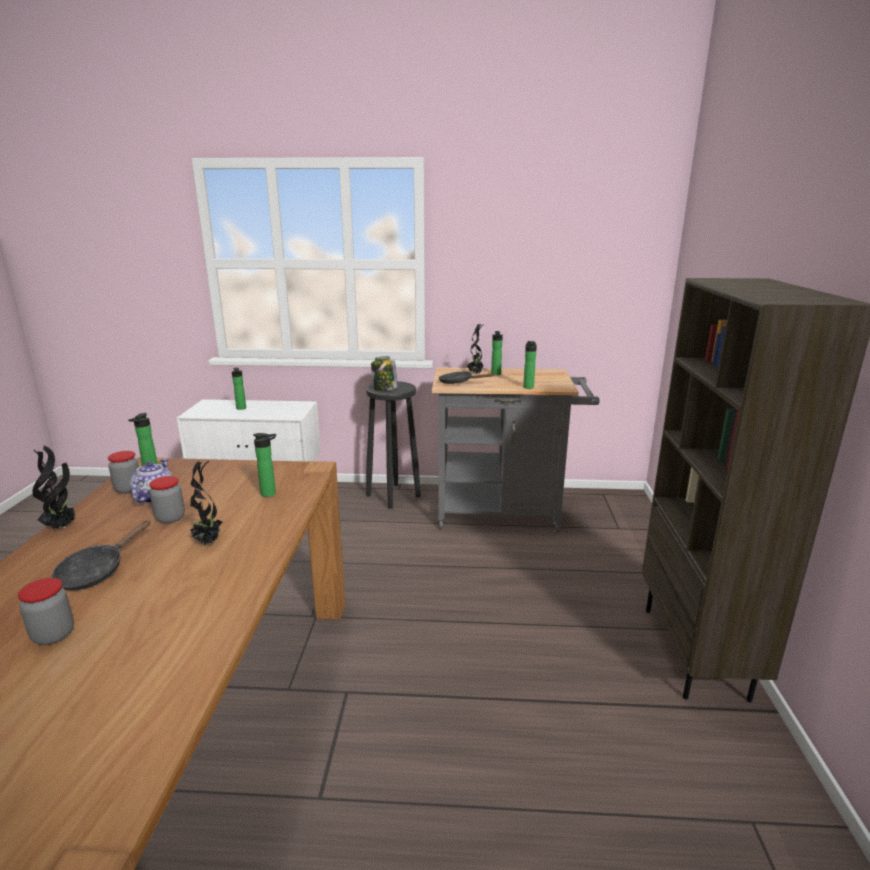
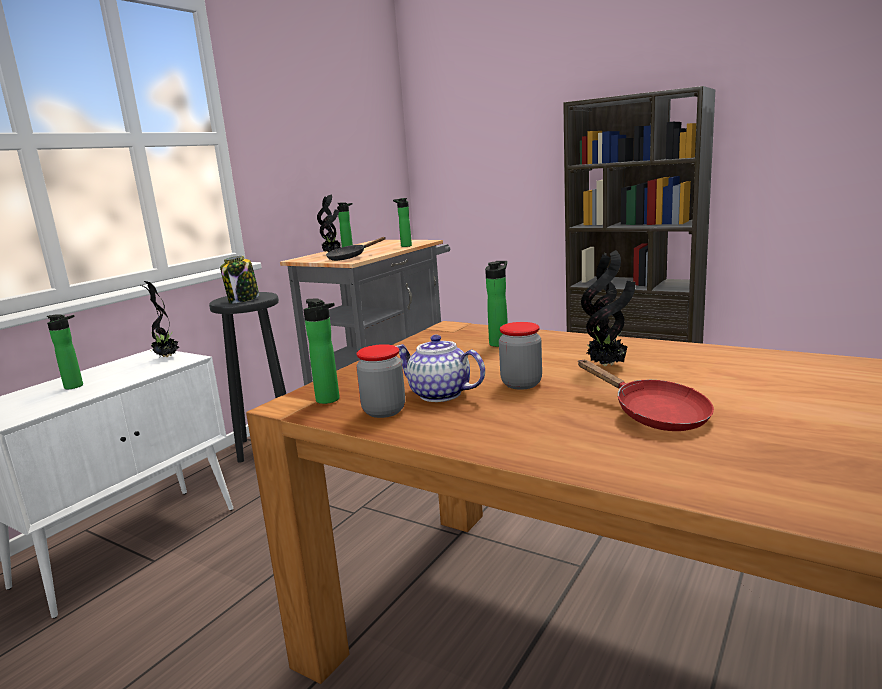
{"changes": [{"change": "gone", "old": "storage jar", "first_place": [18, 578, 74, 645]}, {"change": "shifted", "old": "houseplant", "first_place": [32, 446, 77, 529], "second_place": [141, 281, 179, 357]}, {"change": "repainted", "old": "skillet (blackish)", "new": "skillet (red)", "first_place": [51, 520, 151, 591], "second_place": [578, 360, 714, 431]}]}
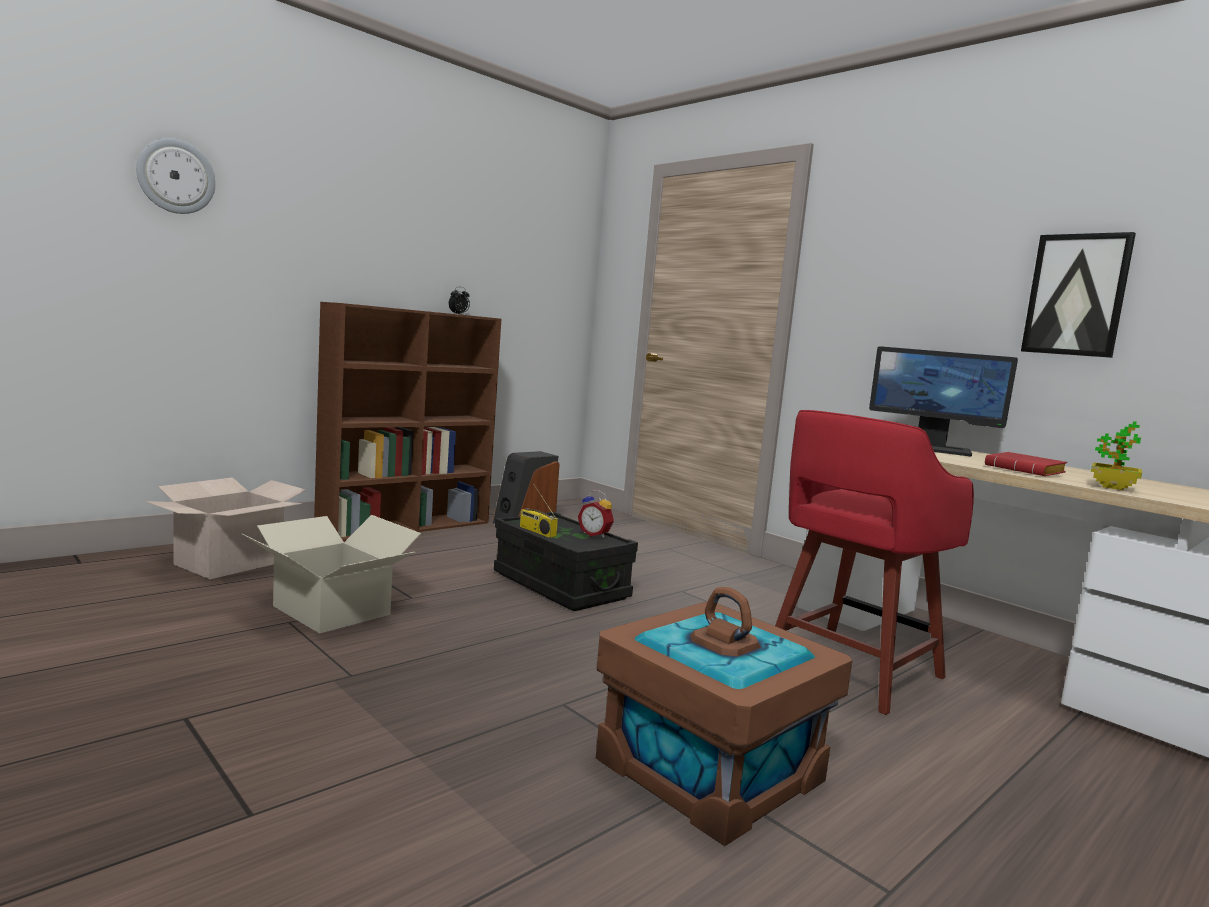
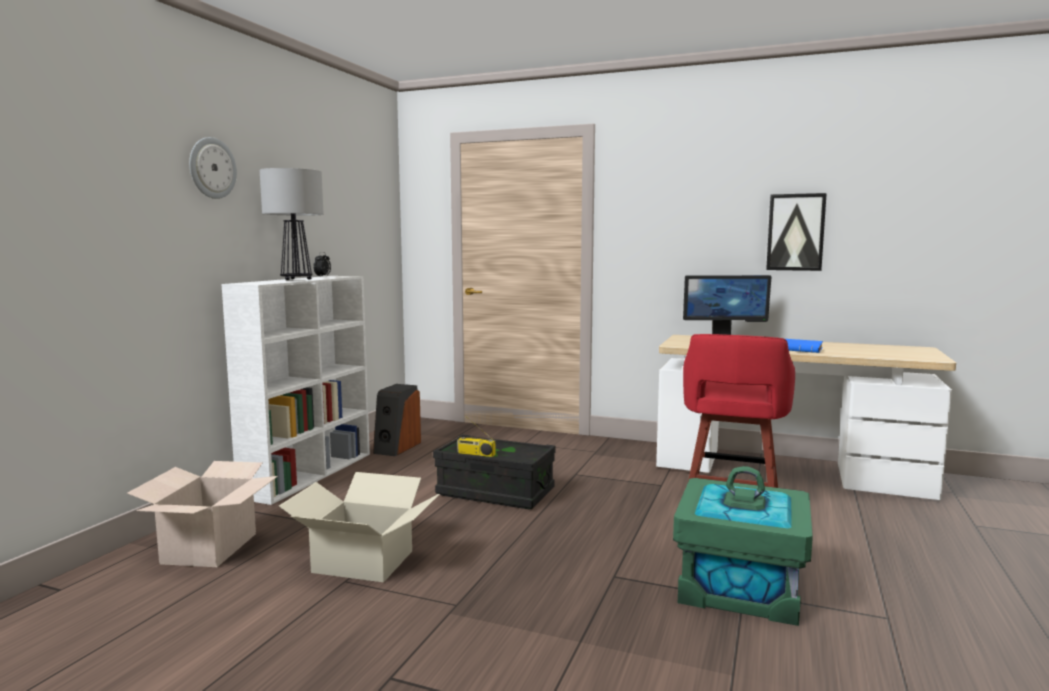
{"changes": [{"change": "shifted", "old": "wall clock", "first_place": [136, 138, 216, 214], "second_place": [189, 137, 237, 199]}, {"change": "repainted", "old": "shelving unit (brownish)", "new": "shelving unit (whitish)", "first_place": [314, 302, 501, 542], "second_place": [222, 276, 370, 505]}, {"change": "gone", "old": "alarm clock", "first_place": [578, 490, 614, 538]}, {"change": "repainted", "old": "storage bin (brownish)", "new": "storage bin (green)", "first_place": [596, 587, 852, 846], "second_place": [673, 466, 813, 626]}, {"change": "repainted", "old": "bound book (red)", "new": "bound book (blue)", "first_place": [985, 452, 1067, 476], "second_place": [785, 339, 823, 353]}, {"change": "gone", "old": "houseplant", "first_place": [1091, 421, 1142, 490]}, {"change": "new", "new": "tabletop lamp", "second_place": [260, 168, 324, 280]}]}
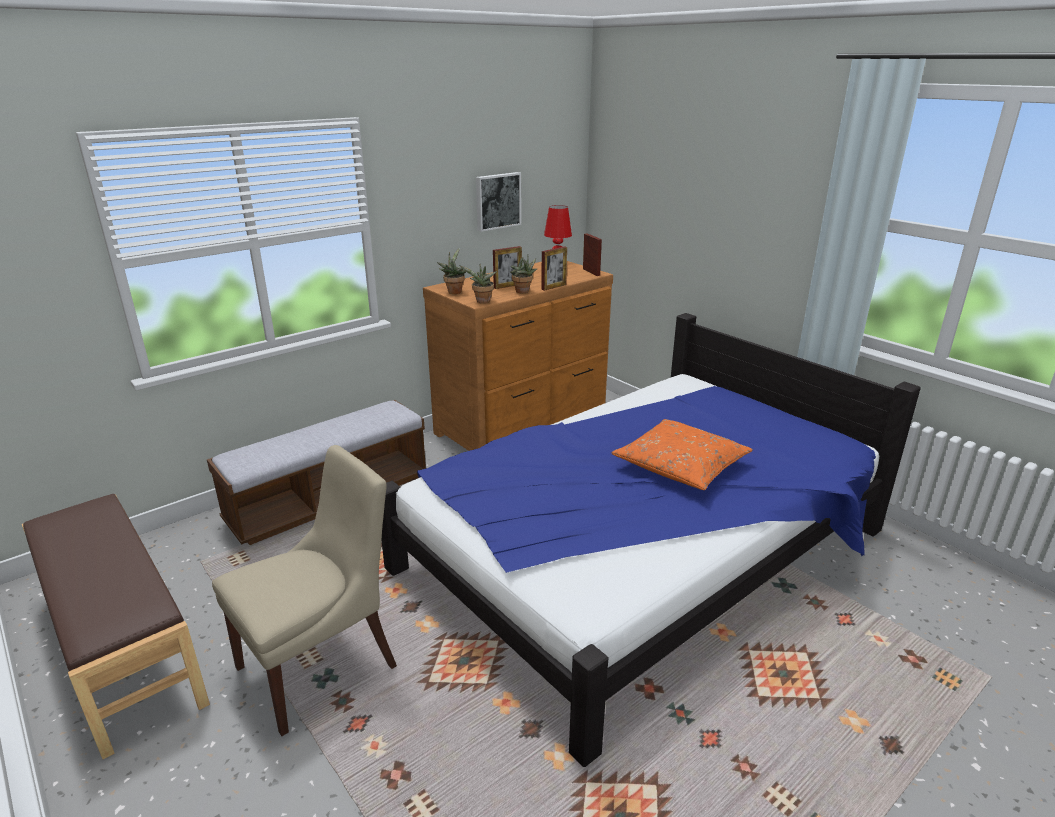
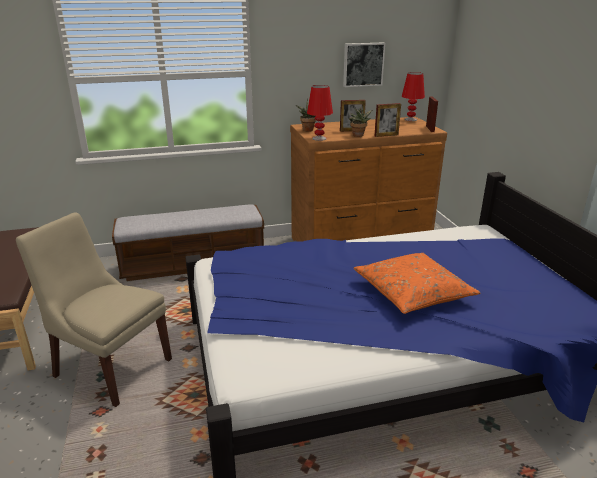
{"changes": [{"change": "rotated", "old": "upright chair (beige-coloured)", "first_place": [212, 445, 397, 736], "second_place": [16, 212, 172, 407], "degrees": -135}, {"change": "swapped", "old": "houseplant", "new": "tabletop lamp (red)", "first_place": [459, 264, 497, 303], "second_place": [307, 85, 333, 141]}]}
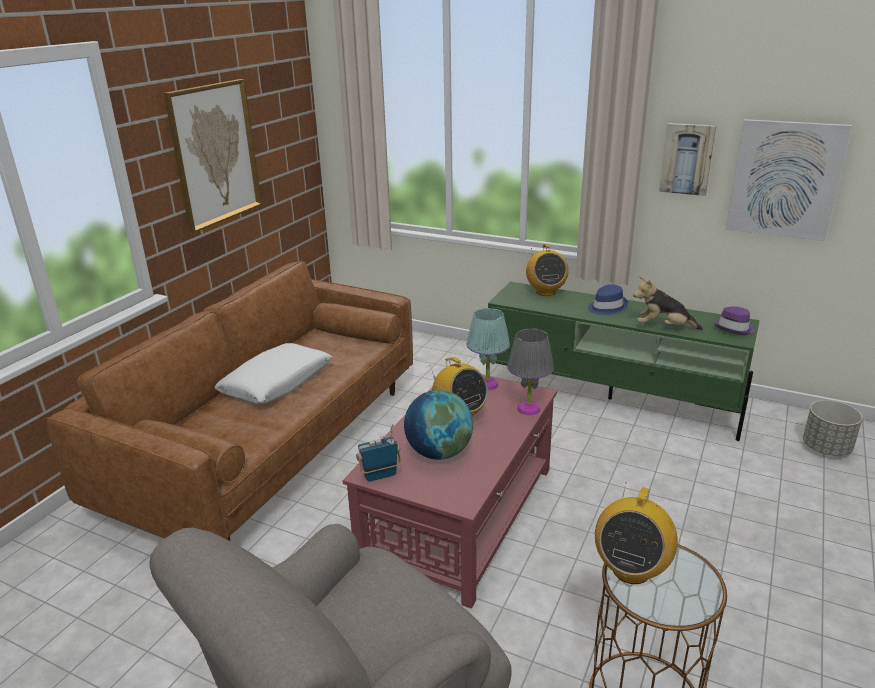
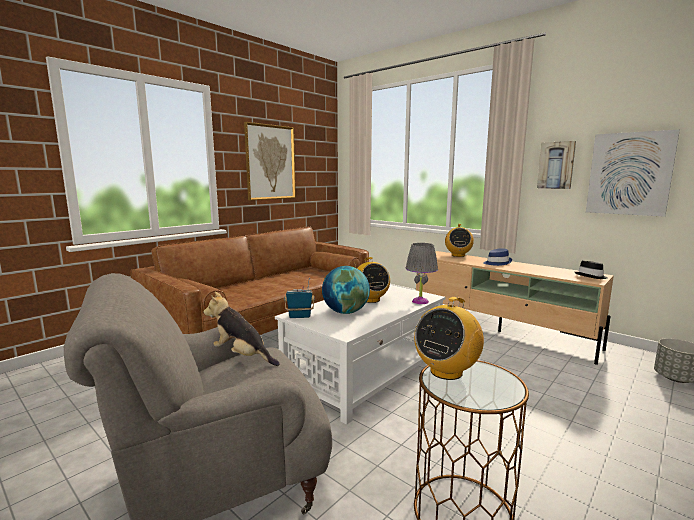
{"changes": [{"change": "gone", "old": "pillow (whitish)", "first_place": [215, 343, 332, 404]}, {"change": "repainted", "old": "low table (red)", "new": "low table (whitish)", "first_place": [342, 375, 557, 609], "second_place": [275, 285, 445, 425]}, {"change": "gone", "old": "tabletop lamp (turquoise-coloured)", "first_place": [467, 308, 510, 390]}, {"change": "repainted", "old": "tv stand (green)", "new": "tv stand (beige-coloured)", "first_place": [486, 282, 760, 441], "second_place": [416, 251, 614, 365]}, {"change": "shifted", "old": "cuddly toy", "first_place": [633, 276, 703, 330], "second_place": [204, 291, 280, 366]}, {"change": "repainted", "old": "hat (purple-coloured)", "new": "hat (blackish)", "first_place": [714, 306, 755, 335], "second_place": [575, 260, 608, 279]}]}
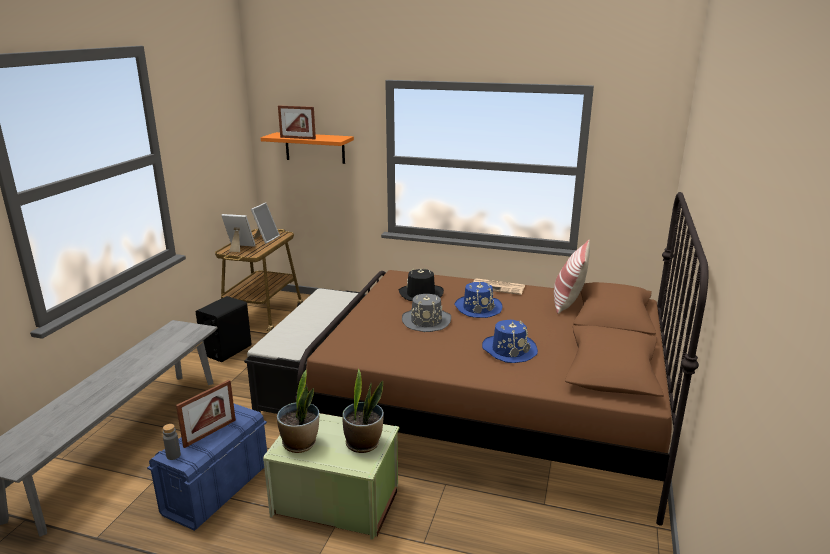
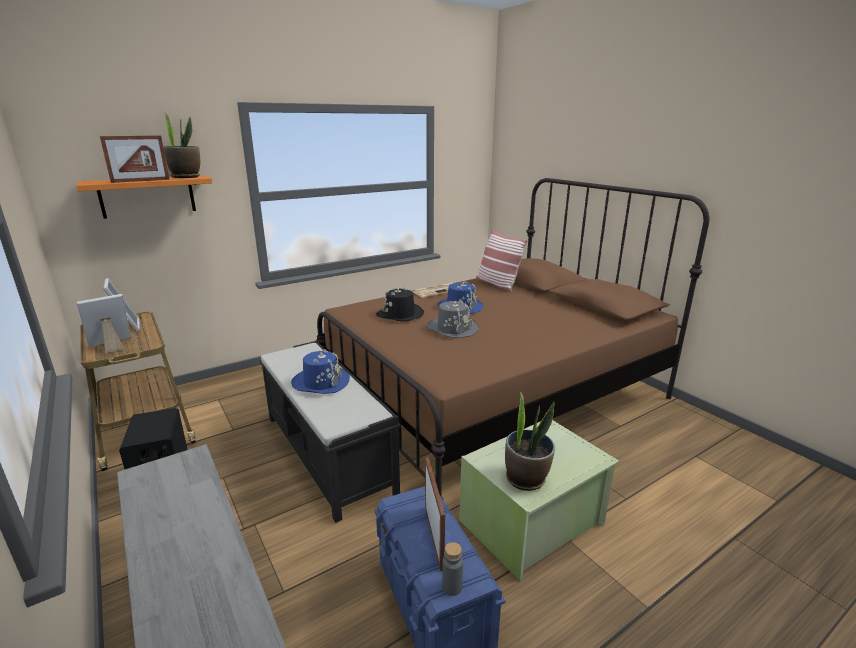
{"changes": [{"change": "shifted", "old": "houseplant", "first_place": [342, 368, 384, 453], "second_place": [163, 113, 200, 178]}, {"change": "shifted", "old": "hat (blue)", "first_place": [482, 320, 538, 363], "second_place": [291, 349, 350, 394]}]}
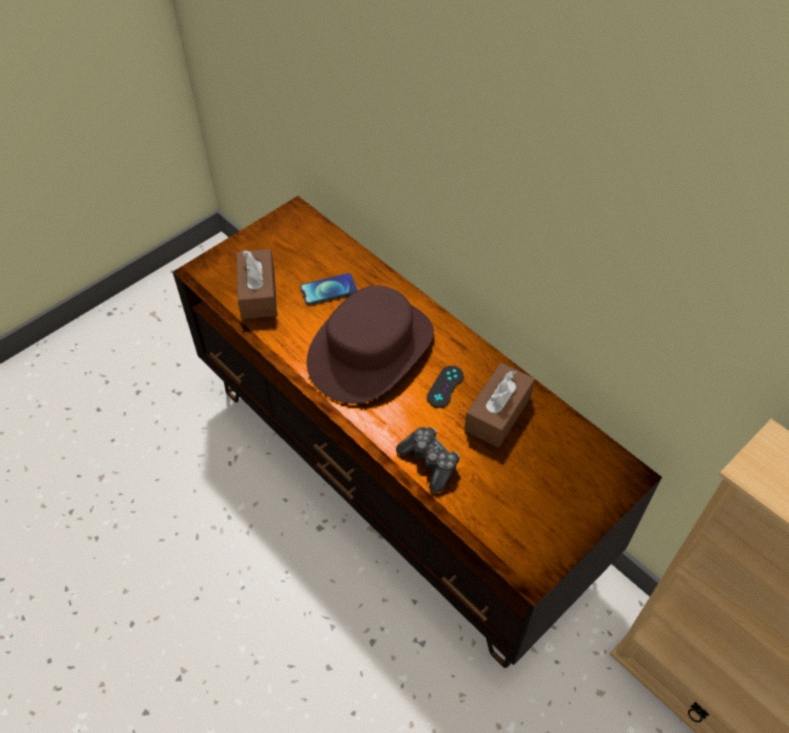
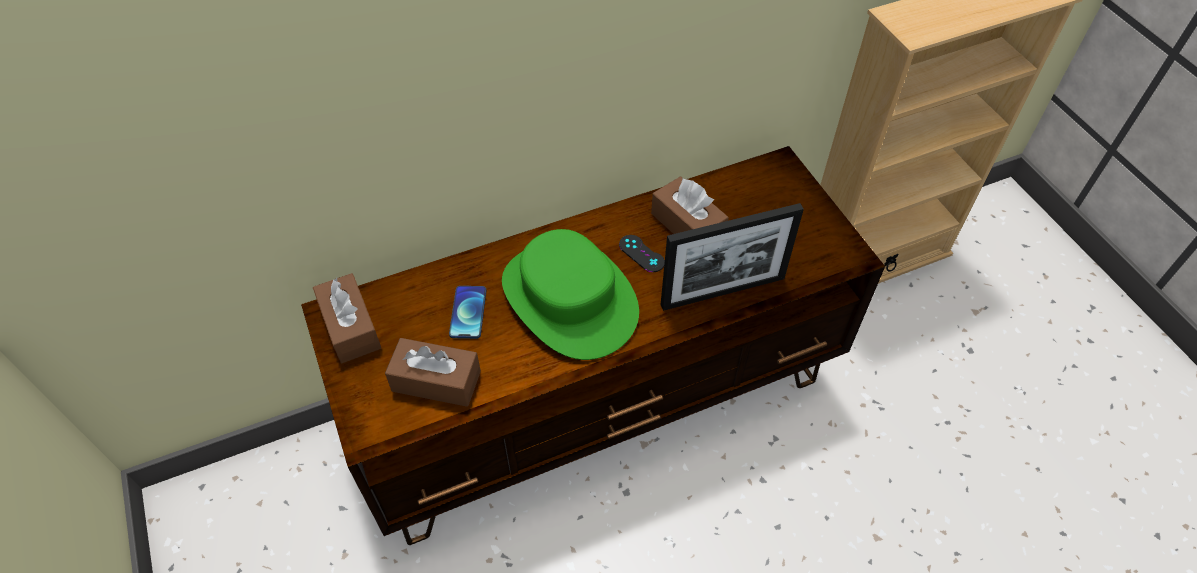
{"changes": [{"change": "repainted", "old": "hat (brownish)", "new": "hat (green)", "first_place": [307, 285, 434, 404], "second_place": [502, 229, 639, 360]}, {"change": "swapped", "old": "game controller", "new": "photo frame", "first_place": [396, 427, 460, 493], "second_place": [661, 203, 804, 311]}, {"change": "new", "new": "tissue box (brownish)", "second_place": [313, 273, 381, 363]}]}
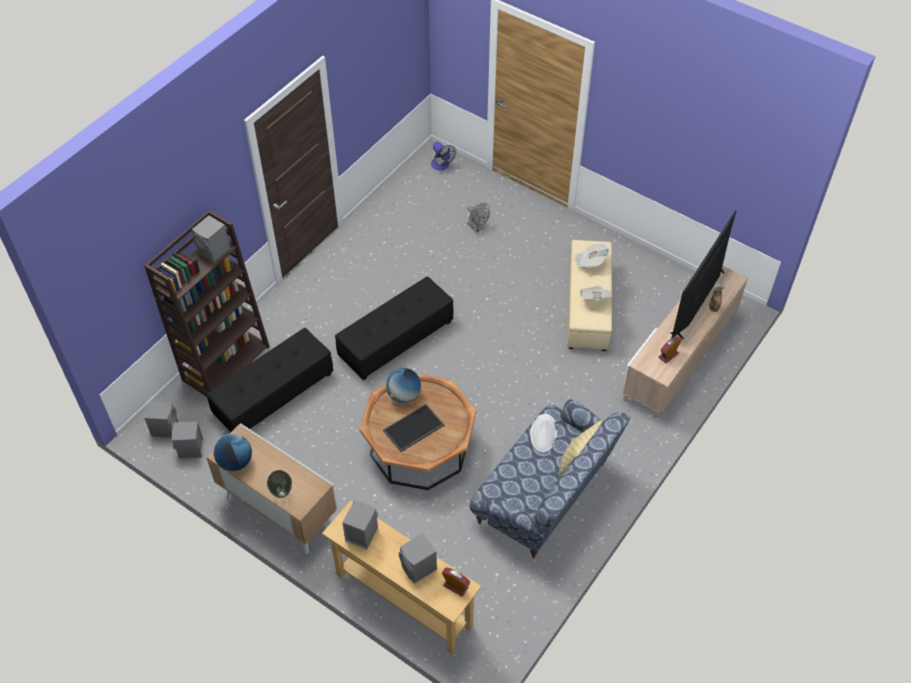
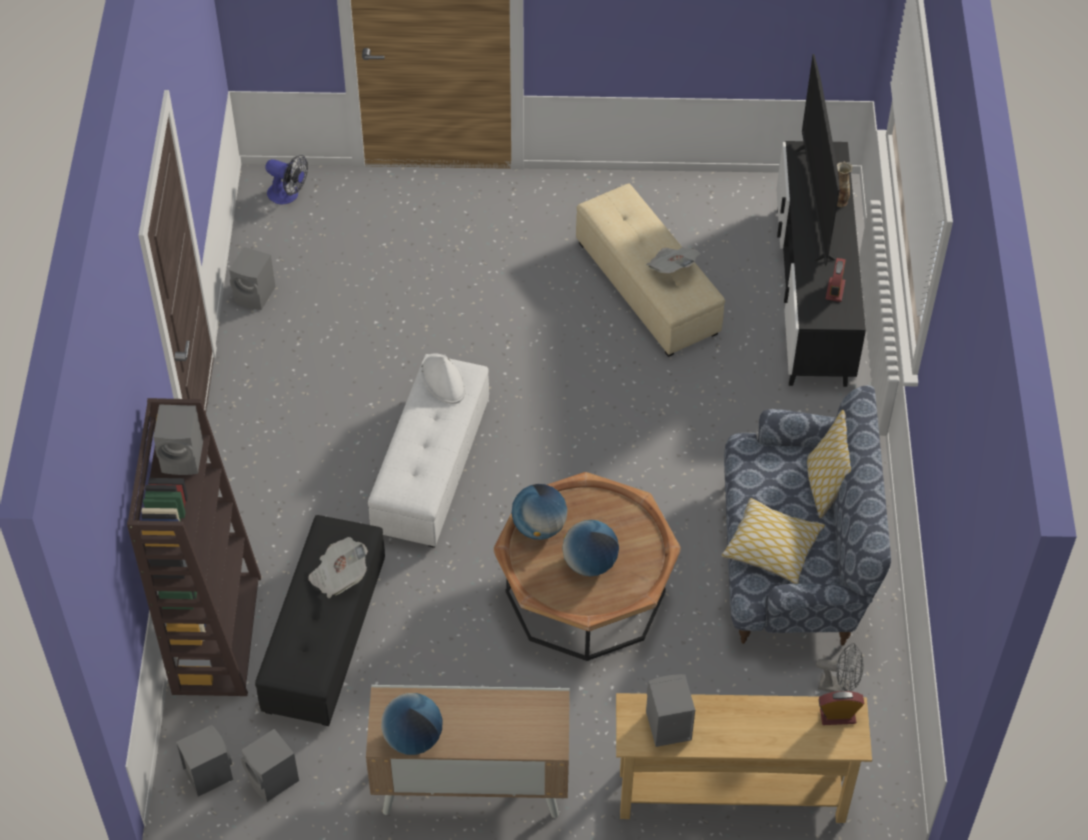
{"changes": [{"change": "gone", "old": "vase", "first_place": [267, 470, 292, 498]}, {"change": "repainted", "old": "footrest (blackish)", "new": "footrest (whitish)", "first_place": [335, 276, 453, 380], "second_place": [368, 354, 489, 548]}, {"change": "swapped", "old": "serving tray", "new": "world globe", "first_place": [383, 404, 444, 452], "second_place": [562, 520, 619, 576]}, {"change": "shifted", "old": "loudspeaker (gray)", "first_place": [399, 533, 437, 583], "second_place": [229, 247, 275, 310]}, {"change": "shifted", "old": "cooling fan (gray)", "first_place": [467, 203, 490, 232], "second_place": [816, 643, 864, 692]}, {"change": "shifted", "old": "hat (whitish)", "first_place": [530, 414, 557, 453], "second_place": [421, 354, 466, 404]}, {"change": "shifted", "old": "newspaper", "first_place": [574, 244, 609, 269], "second_place": [308, 537, 368, 598]}, {"change": "repainted", "old": "tv stand (beige-coloured)", "new": "tv stand (blackish)", "first_place": [622, 266, 748, 419], "second_place": [777, 141, 866, 387]}, {"change": "new", "new": "pillow", "second_place": [721, 498, 825, 584]}]}
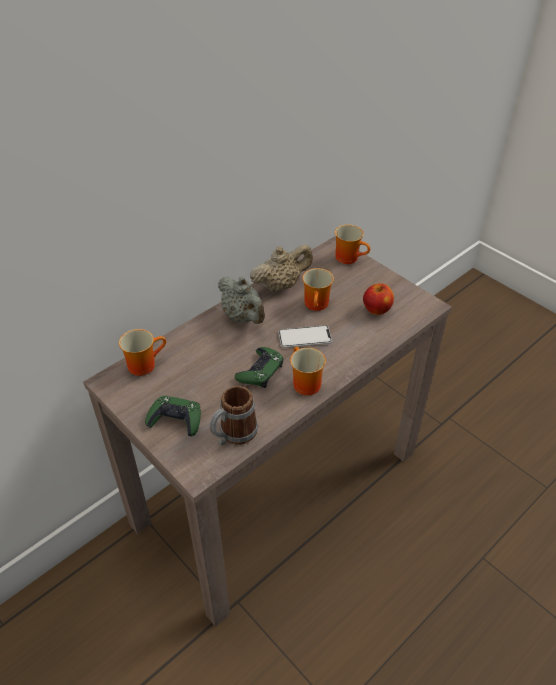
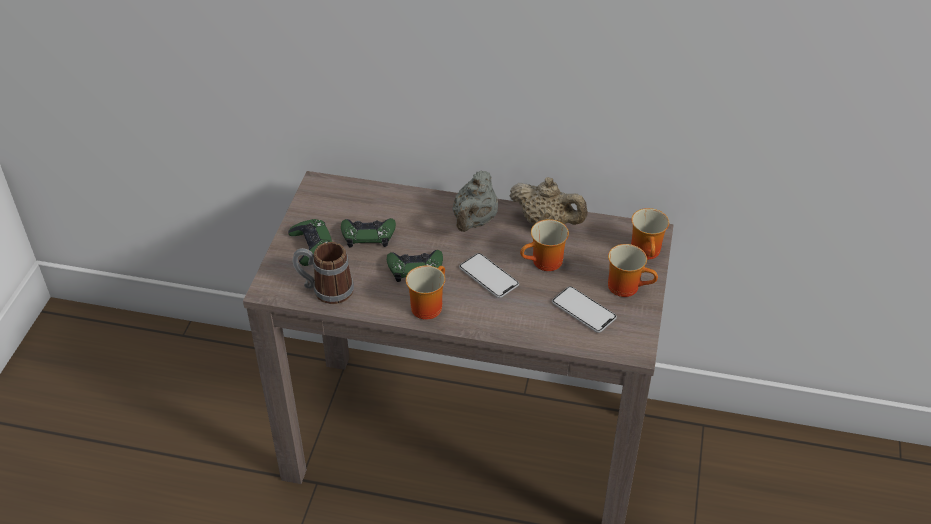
{"changes": [{"change": "shifted", "old": "tea mug", "first_place": [119, 329, 166, 376], "second_place": [608, 244, 658, 297]}, {"change": "swapped", "old": "apple fruit", "new": "telephone", "first_place": [363, 283, 394, 315], "second_place": [552, 286, 617, 333]}, {"change": "new", "new": "game controller (green)", "second_place": [341, 218, 396, 248]}]}
